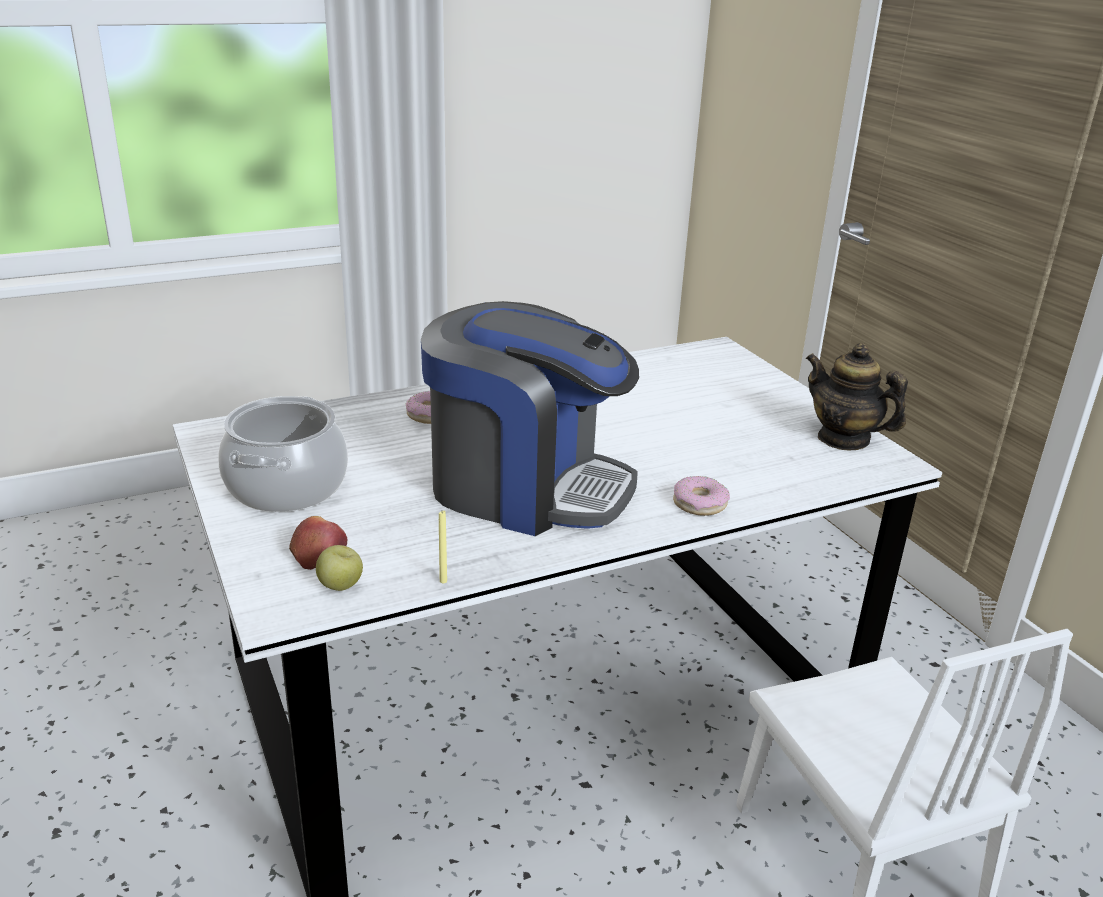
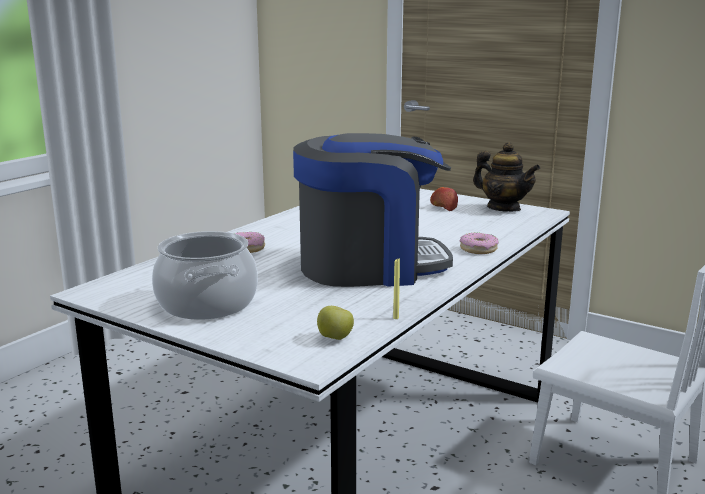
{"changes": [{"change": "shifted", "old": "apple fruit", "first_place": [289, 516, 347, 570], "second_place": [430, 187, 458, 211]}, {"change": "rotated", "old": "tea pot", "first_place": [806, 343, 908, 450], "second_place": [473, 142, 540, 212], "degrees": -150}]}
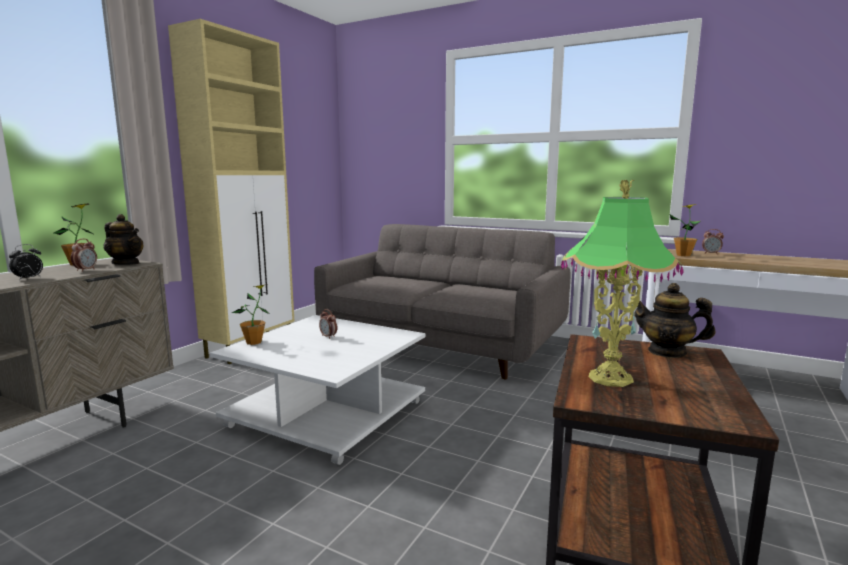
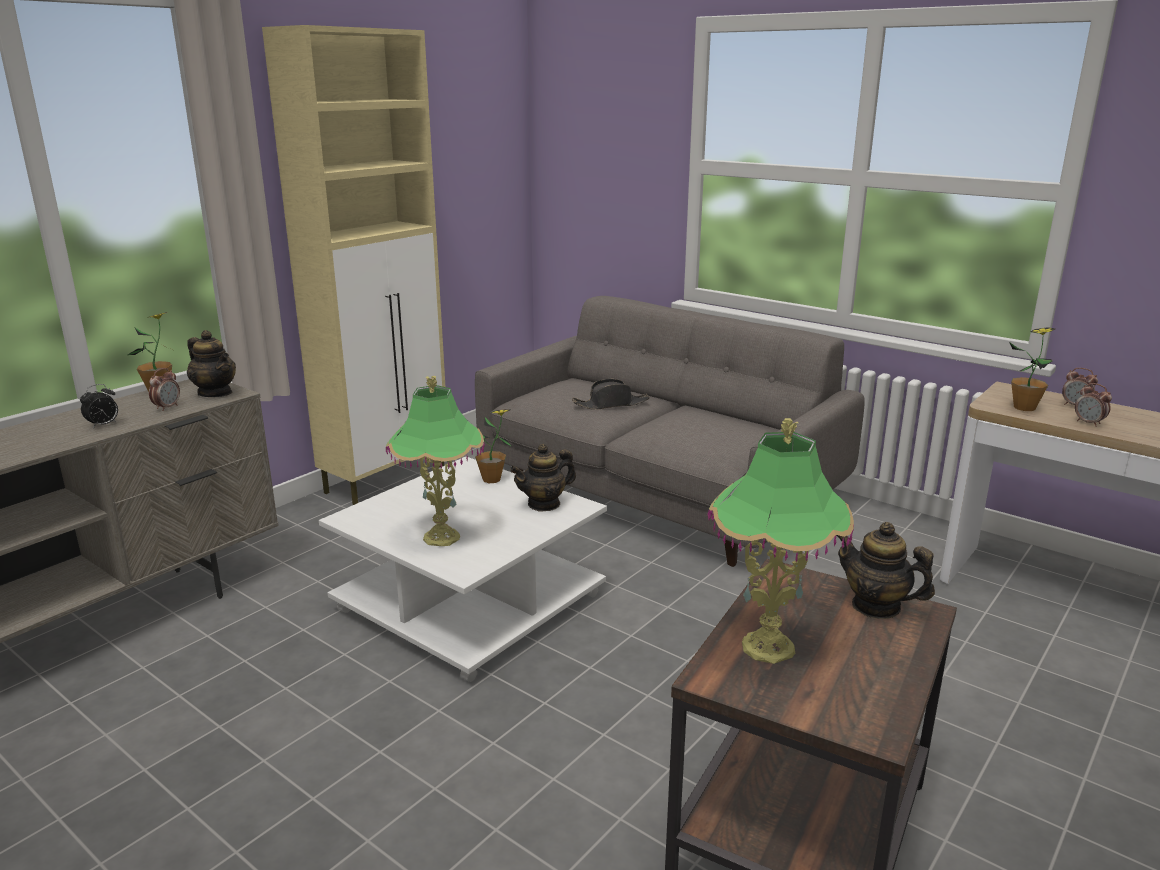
{"changes": [{"change": "shifted", "old": "houseplant", "first_place": [232, 284, 269, 345], "second_place": [475, 409, 512, 483]}, {"change": "shifted", "old": "alarm clock", "first_place": [319, 309, 337, 339], "second_place": [1075, 383, 1112, 427]}, {"change": "new", "new": "tabletop lamp", "second_place": [386, 376, 485, 546]}, {"change": "new", "new": "tea pot", "second_place": [510, 444, 576, 512]}, {"change": "new", "new": "hat (blackish)", "second_place": [572, 379, 650, 410]}]}
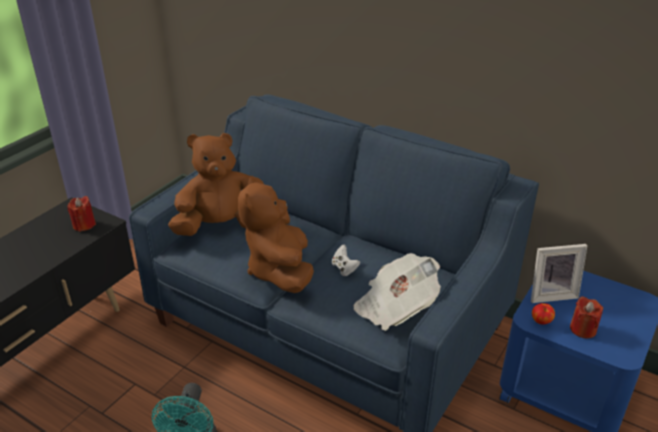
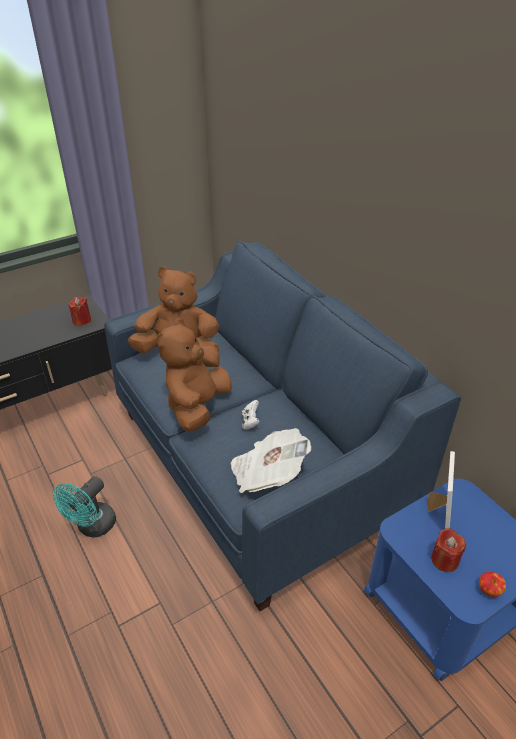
{"changes": [{"change": "rotated", "old": "photo frame", "first_place": [531, 244, 587, 303], "second_place": [427, 451, 455, 529], "degrees": -90}, {"change": "shifted", "old": "apple fruit", "first_place": [532, 303, 555, 325], "second_place": [479, 572, 506, 597]}]}
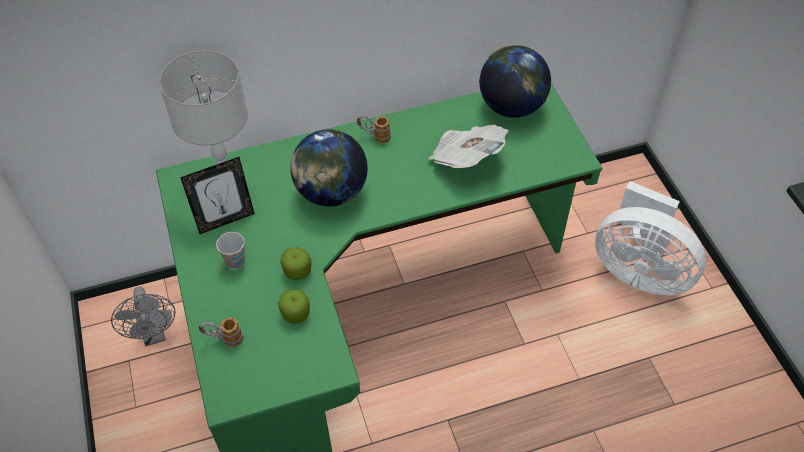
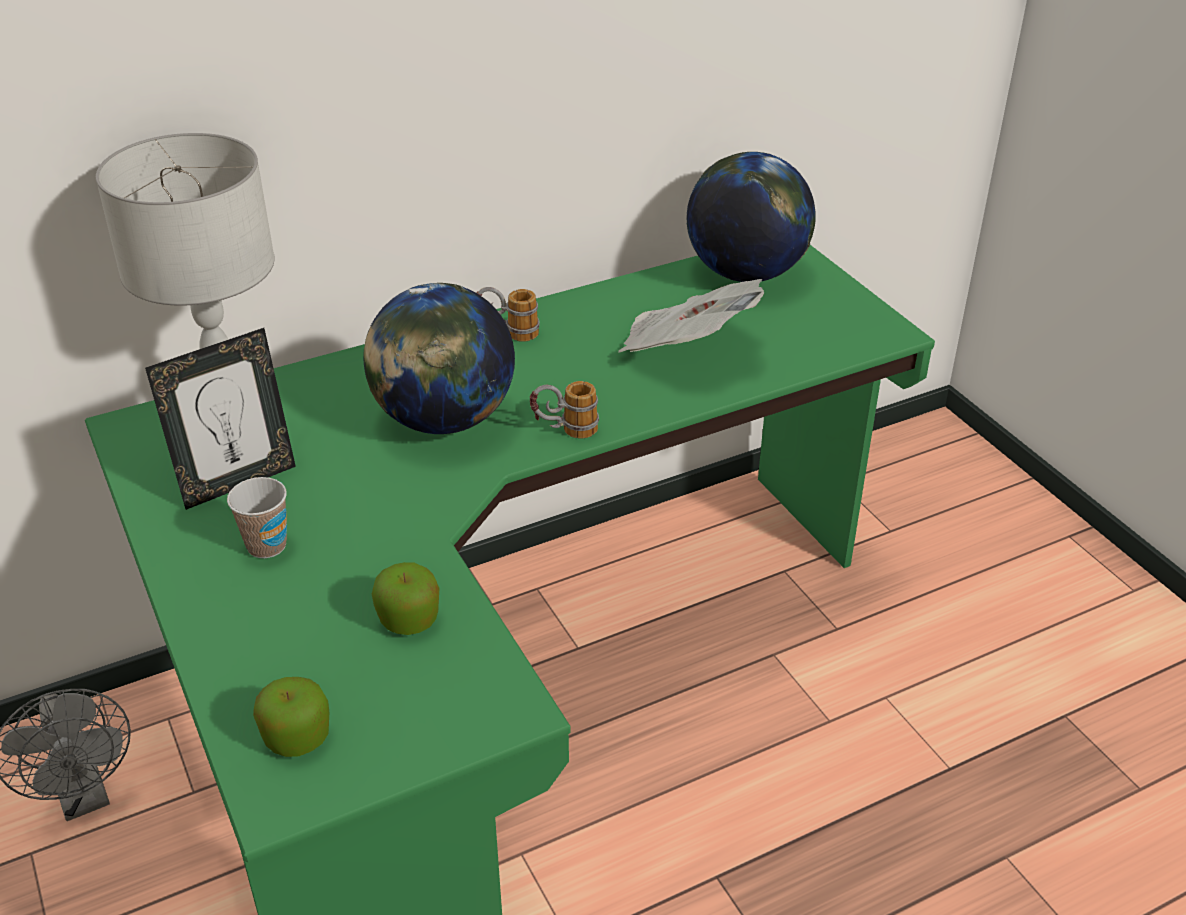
{"changes": [{"change": "shifted", "old": "tea mug", "first_place": [199, 317, 243, 347], "second_place": [530, 381, 599, 439]}, {"change": "shifted", "old": "apple fruit", "first_place": [280, 247, 311, 280], "second_place": [253, 677, 329, 757]}, {"change": "gone", "old": "cooling fan (whitish)", "first_place": [595, 181, 706, 295]}]}
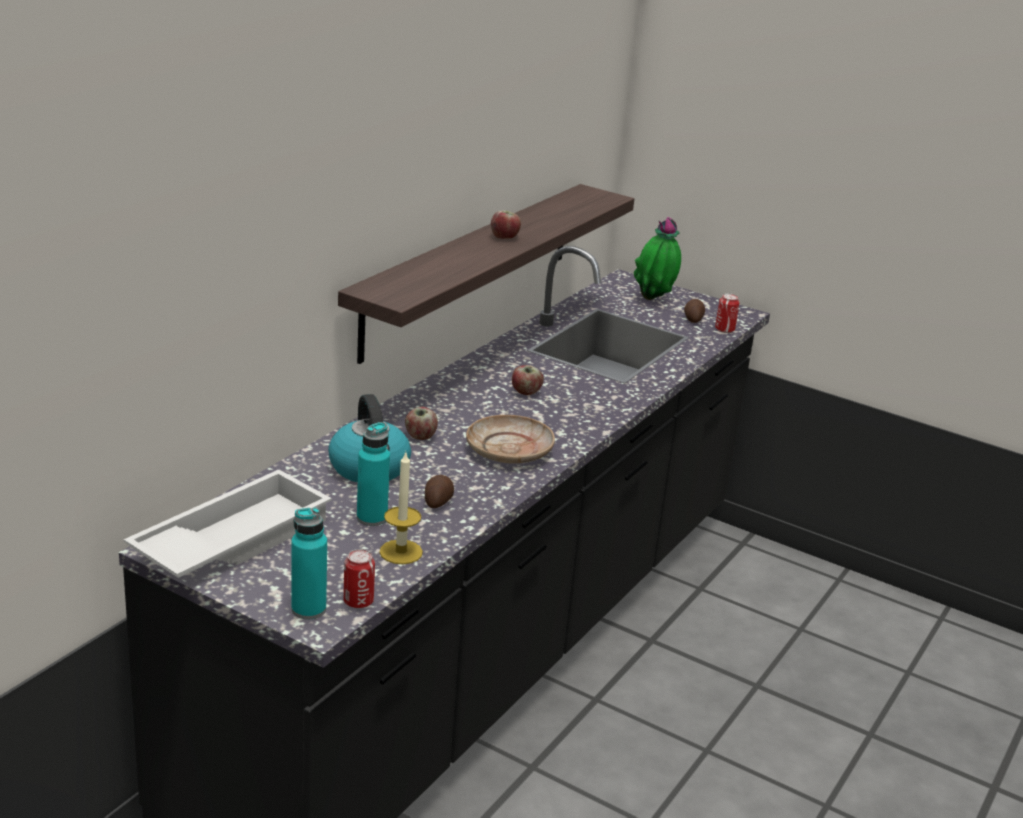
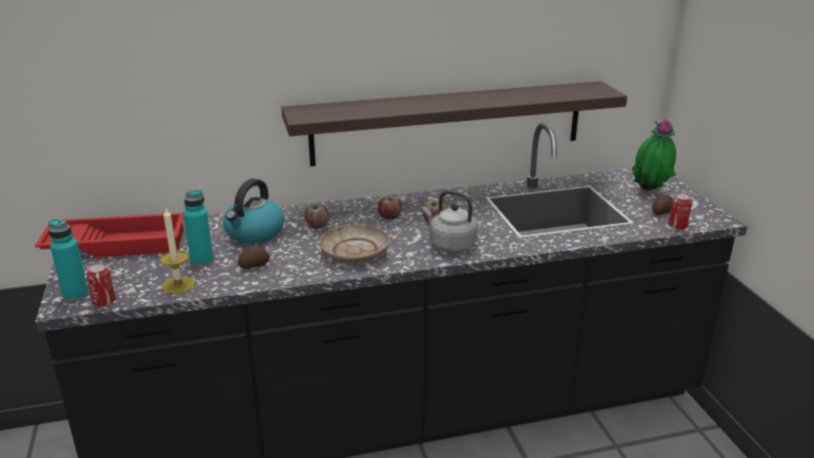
{"changes": [{"change": "repainted", "old": "serving tray (whitish)", "new": "serving tray (red)", "first_place": [124, 469, 332, 578], "second_place": [35, 213, 184, 258]}, {"change": "shifted", "old": "apple fruit", "first_place": [491, 210, 521, 239], "second_place": [378, 196, 402, 219]}, {"change": "new", "new": "water kettle (gray)", "second_place": [423, 190, 478, 252]}]}
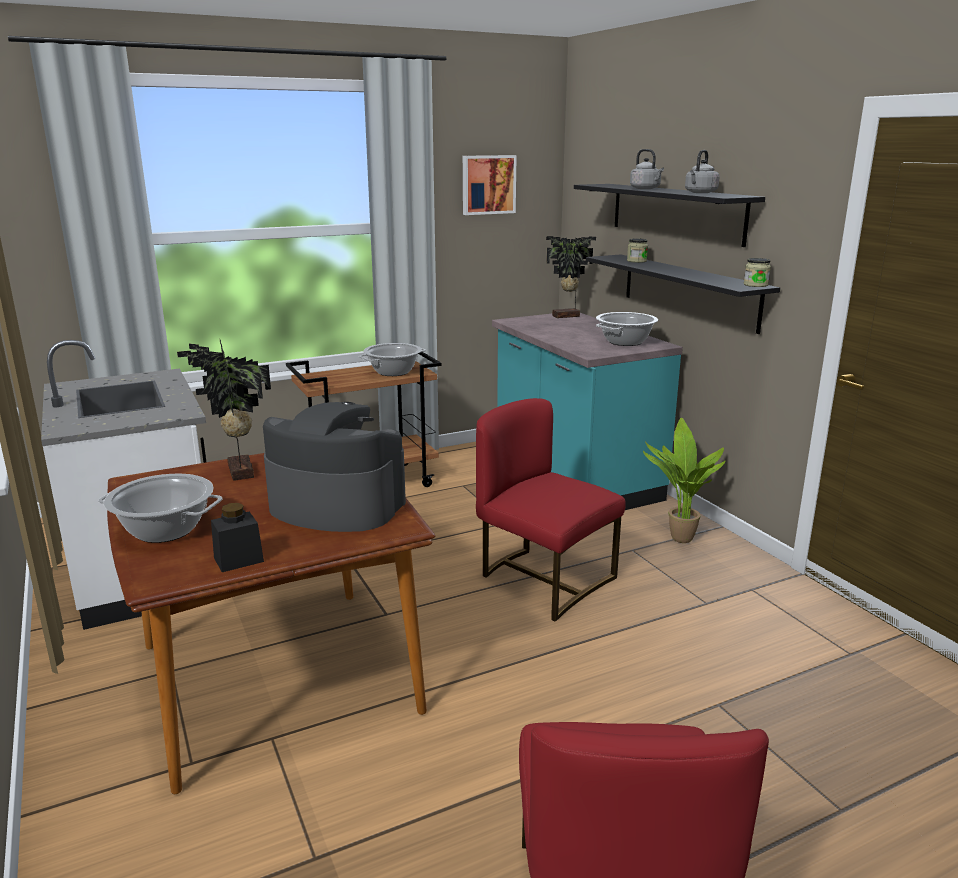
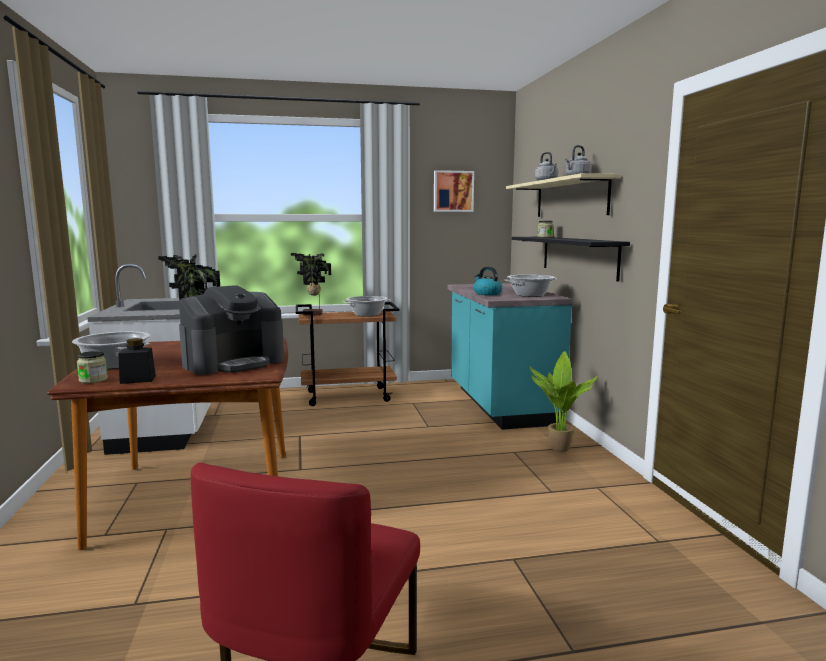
{"changes": [{"change": "rotated", "old": "coffee maker", "first_place": [263, 402, 406, 532], "second_place": [179, 286, 284, 375], "degrees": 105}, {"change": "gone", "old": "upright chair (red)", "first_place": [476, 398, 626, 622]}, {"change": "shifted", "old": "houseplant", "first_place": [546, 236, 596, 318], "second_place": [291, 253, 331, 315]}, {"change": "repainted", "old": "wall shelf (blackish)", "new": "wall shelf (beige-coloured)", "first_place": [574, 184, 765, 247], "second_place": [506, 173, 620, 217]}, {"change": "shifted", "old": "storage jar", "first_place": [744, 258, 771, 287], "second_place": [77, 351, 108, 383]}, {"change": "new", "new": "water kettle", "second_place": [474, 267, 502, 295]}]}
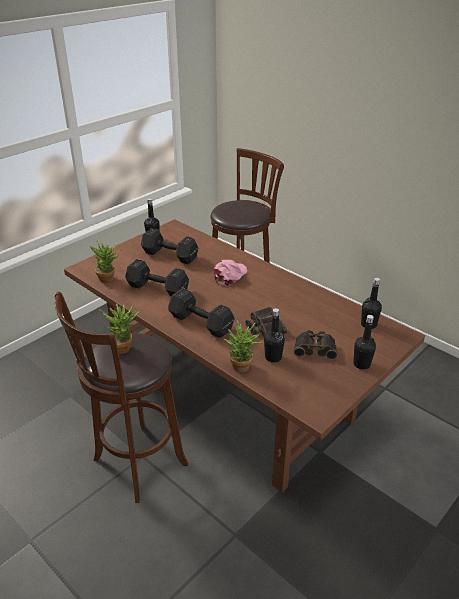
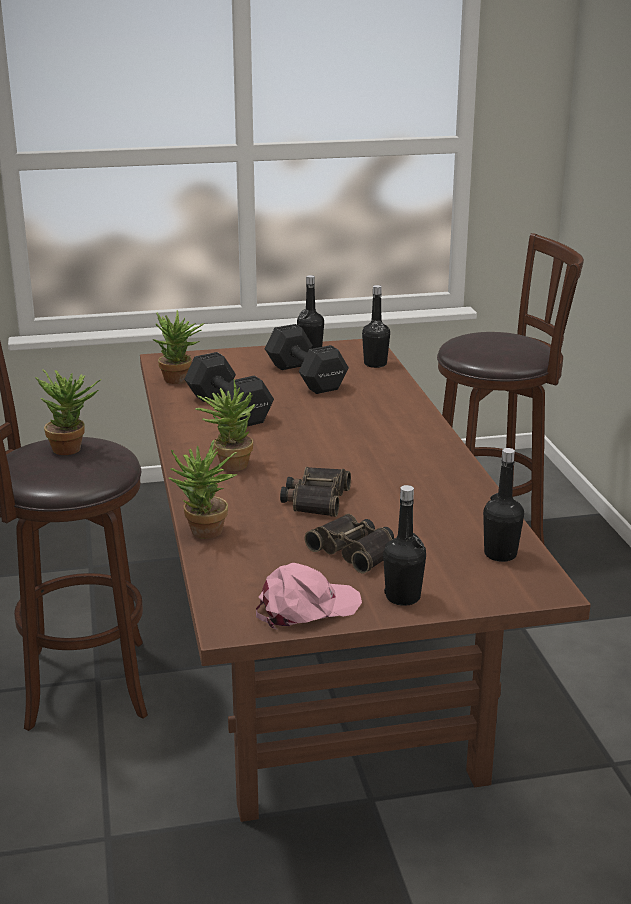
{"changes": [{"change": "swapped", "old": "hand weight (blackish)", "new": "houseplant", "first_place": [168, 288, 235, 338], "second_place": [195, 379, 255, 471]}, {"change": "shifted", "old": "baseball cap (pink)", "first_place": [214, 260, 247, 286], "second_place": [256, 563, 362, 630]}, {"change": "shifted", "old": "drink bottle (blackish)", "first_place": [264, 308, 285, 363], "second_place": [362, 285, 390, 368]}]}
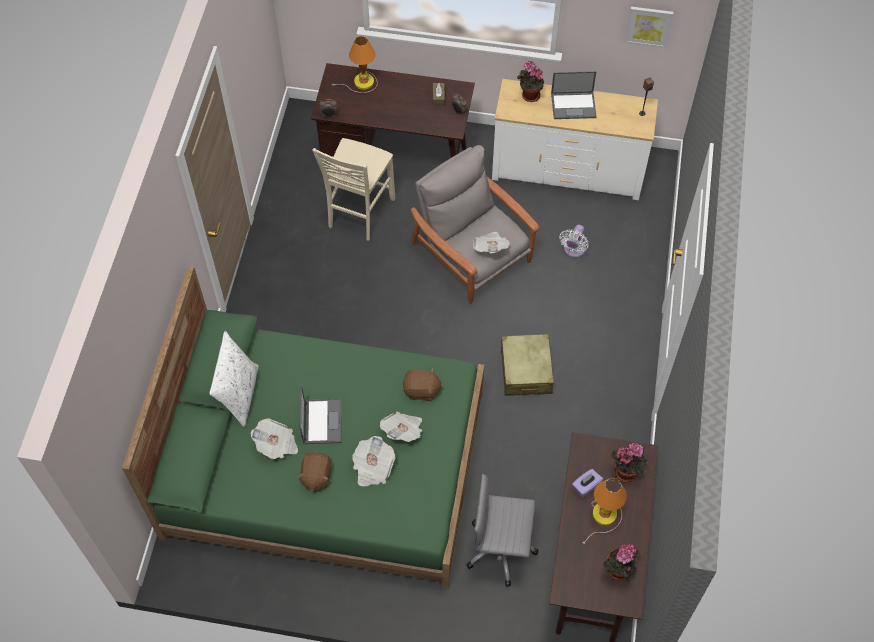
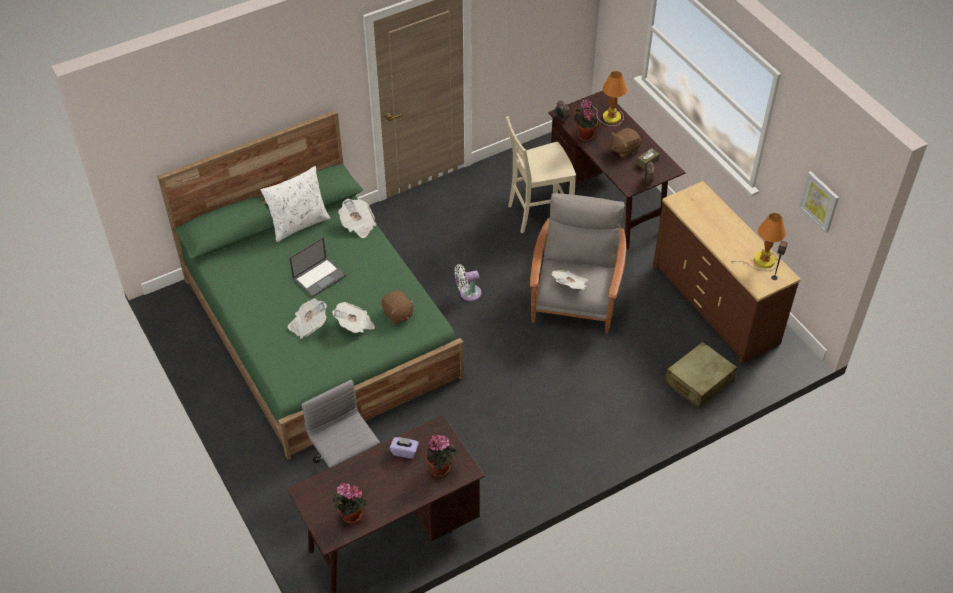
{"changes": [{"change": "shifted", "old": "newspaper", "first_place": [251, 418, 298, 460], "second_place": [338, 199, 376, 238]}, {"change": "shifted", "old": "cuddly toy (brownish)", "first_place": [297, 452, 331, 492], "second_place": [610, 128, 642, 158]}, {"change": "repainted", "old": "drawer chest (whitish)", "new": "drawer chest (brownish)", "first_place": [492, 79, 658, 200], "second_place": [653, 181, 801, 364]}, {"change": "shifted", "old": "suitcase (beige-coloured)", "first_place": [500, 334, 554, 396], "second_place": [664, 342, 737, 409]}, {"change": "shifted", "old": "houseplant", "first_place": [517, 61, 544, 102], "second_place": [574, 99, 598, 141]}, {"change": "gone", "old": "portable computer", "first_place": [551, 71, 597, 119]}, {"change": "shifted", "old": "cooling fan (whitish)", "first_place": [559, 225, 589, 258], "second_place": [454, 264, 481, 301]}, {"change": "shifted", "old": "tabletop lamp", "first_place": [583, 478, 627, 545], "second_place": [732, 213, 786, 271]}]}
